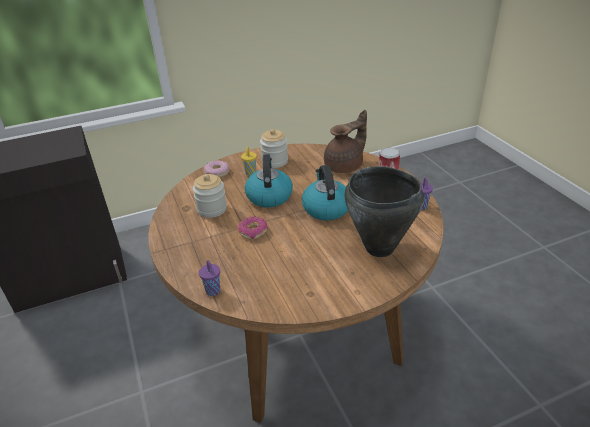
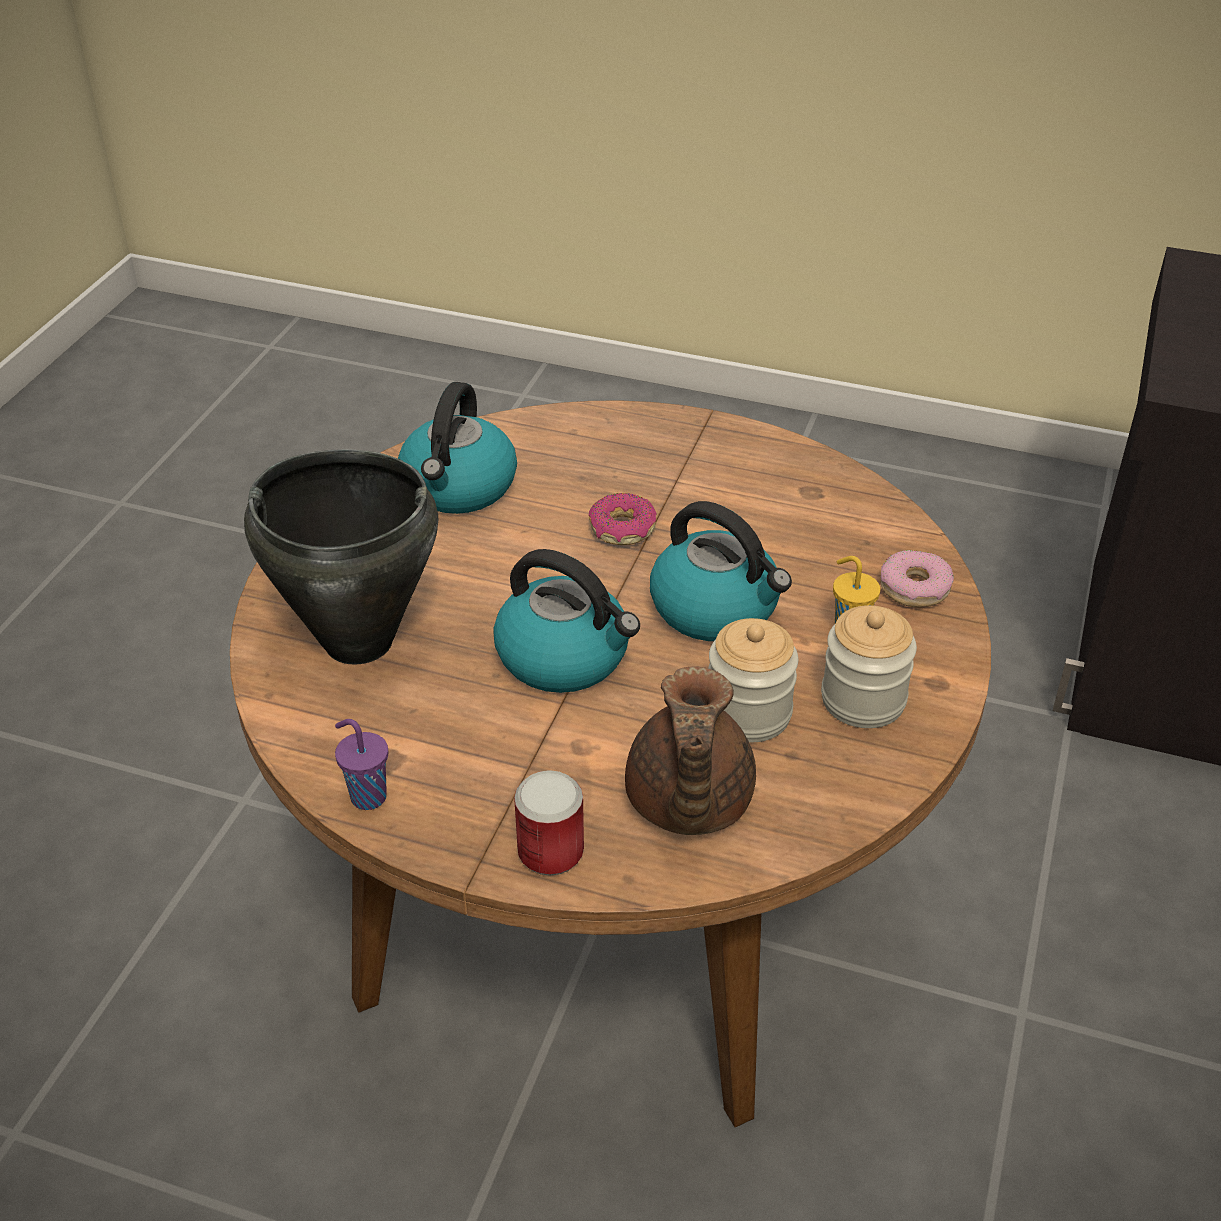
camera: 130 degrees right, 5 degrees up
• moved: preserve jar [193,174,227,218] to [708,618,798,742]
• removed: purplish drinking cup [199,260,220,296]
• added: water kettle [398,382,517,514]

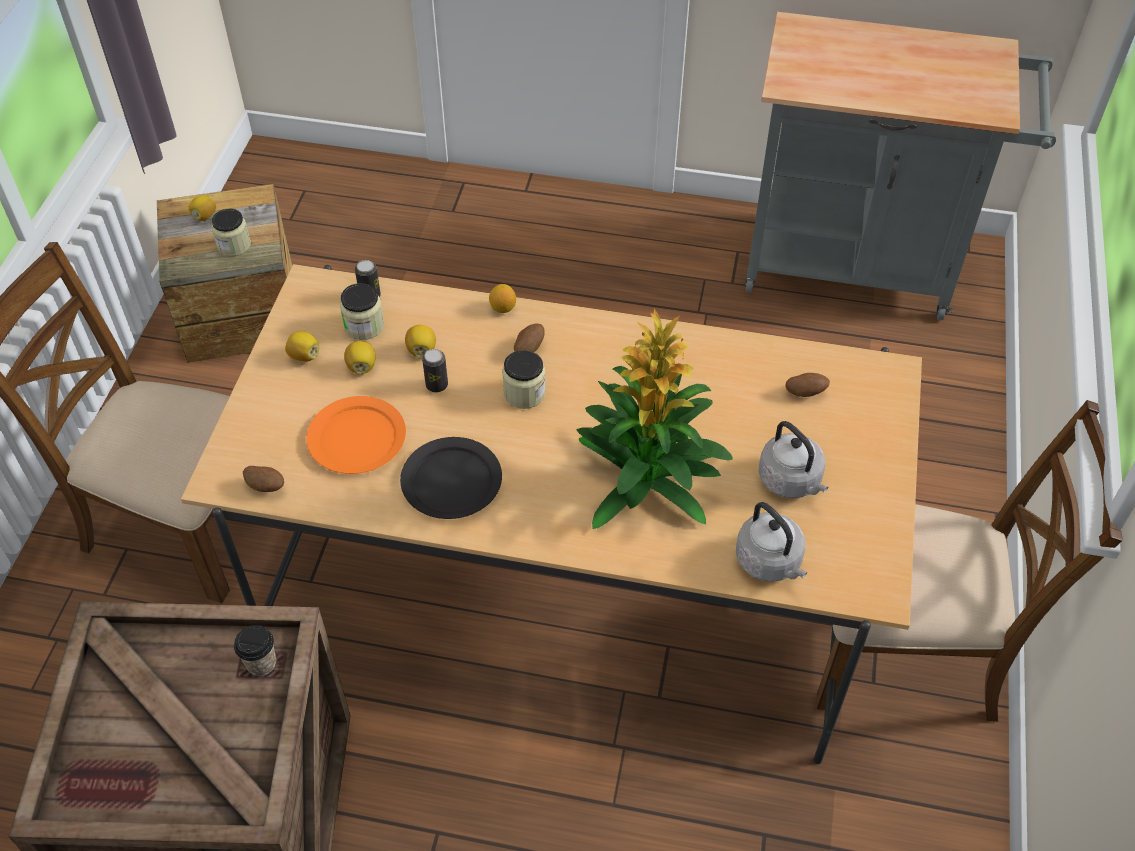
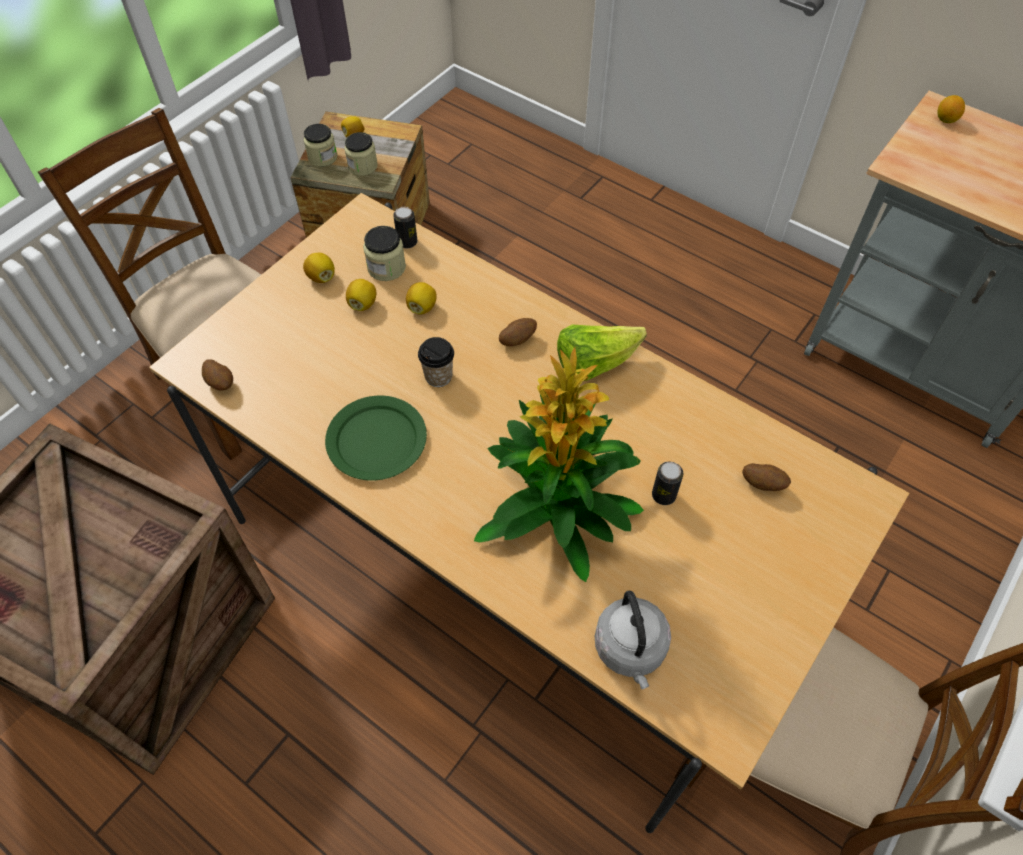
camera: 25 degrees right, 5 degrees up
• moved: citrus fruit [489,284,516,313] to [937,95,965,123]
• moved: sealed can [422,349,448,392] to [652,462,683,505]
• moved: preserve jar [502,350,546,409] to [304,124,337,167]
• removed: orangey flat dish [306,396,406,474]
• removed: grey water kettle [759,421,828,498]
• recoloured: black-coloured flat dish [400,437,502,519] to green flat dish [325,396,427,480]
• moved: drinking cup [234,625,276,676] to [418,337,454,387]
• added: lettuce head [557,325,647,381]

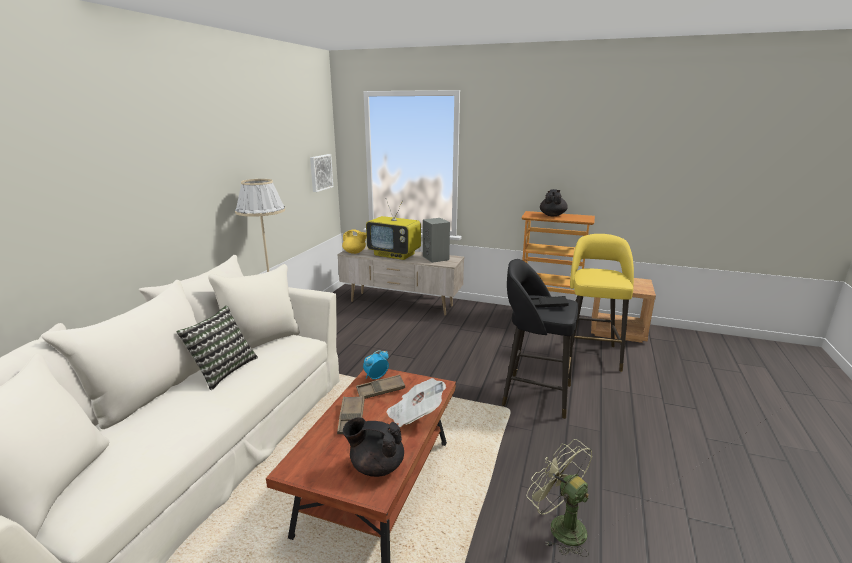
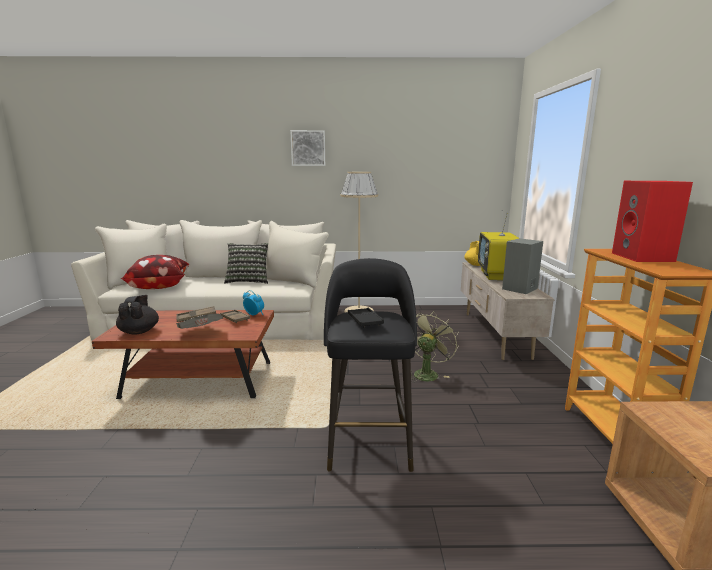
camera: 70 degrees right, 5 degrees down
• moved: wall picture [310,154,333,192] to [290,130,325,166]
• replaced: black-coloured teapot [540,189,568,216] to red-coloured audio speaker [612,181,693,262]
• removed: yellow-coloured sitting stool [570,234,634,372]
• moved: green electric fan [526,439,592,557] to [411,311,459,382]
• added: pillow [120,255,189,289]

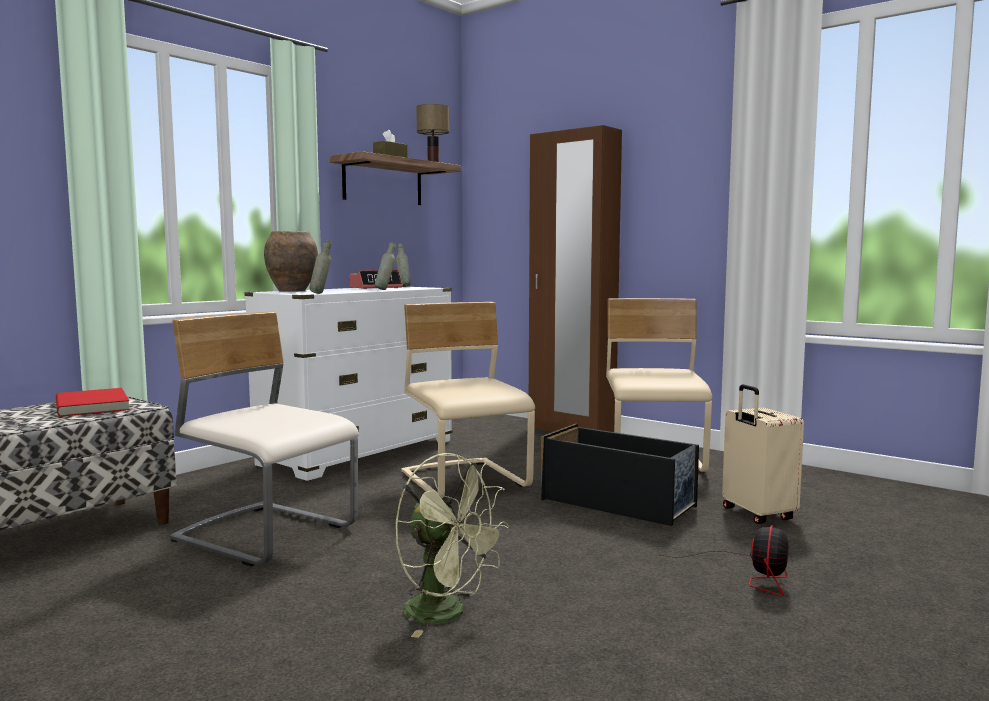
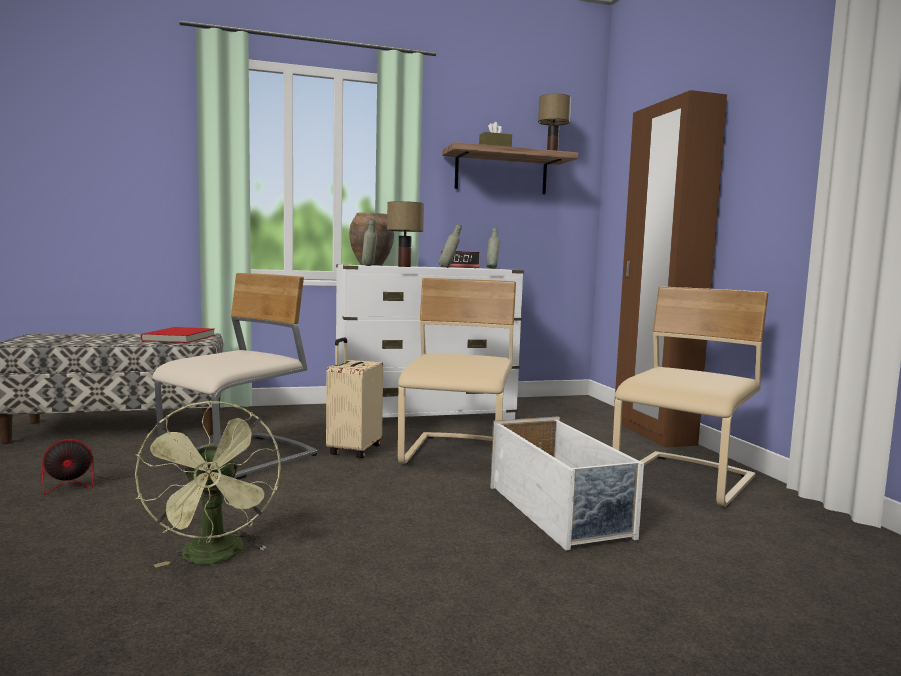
camera: 35 degrees right, 0 degrees up
• turned: beige-coloured upright chair [169,312,359,567] = [152,273,318,480] 60 degrees clockwise
• moved: beige-coloured suitcase [722,384,804,524] to [326,337,383,458]
• recoloured: black-coloured storage bin [541,424,699,526] to white-coloured storage bin [490,417,644,551]
• moved: electric fan [661,525,788,596] to [41,439,134,495]
• added: tabletop lamp [387,201,424,267]

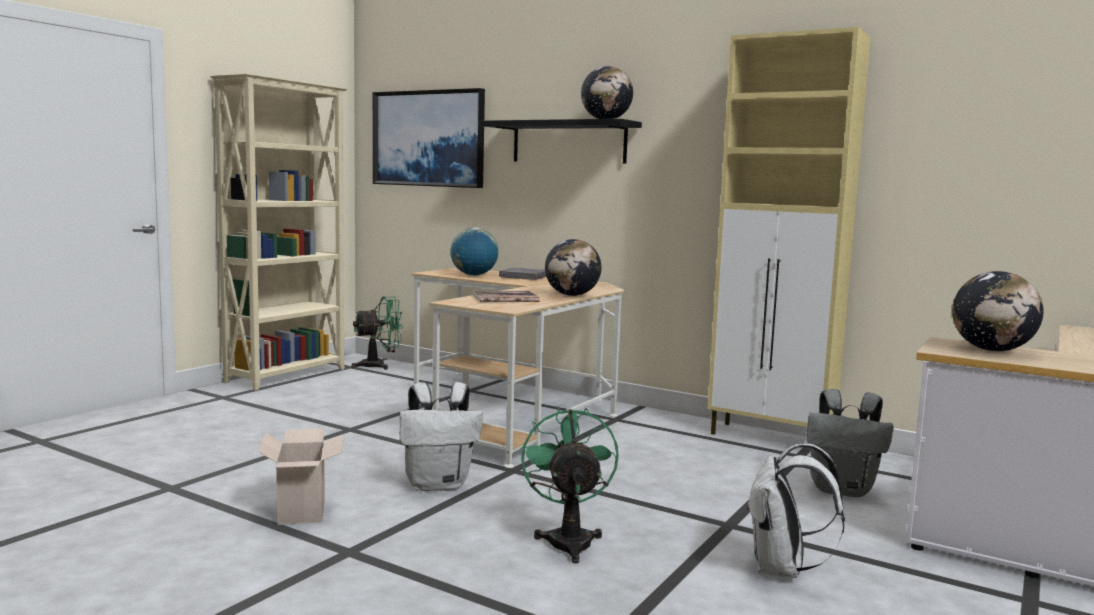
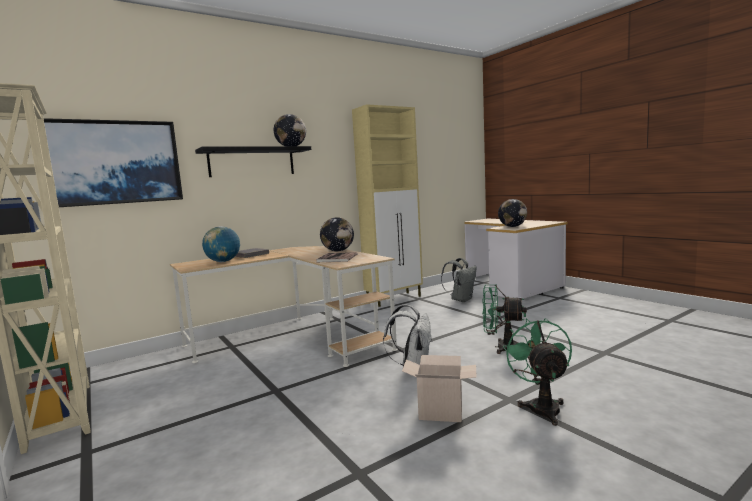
camera: 65 degrees left, 0 degrees up
• moved: green electric fan [351,296,403,370] to [503,318,572,426]
• removed: white-coloured rucksack [746,444,845,578]

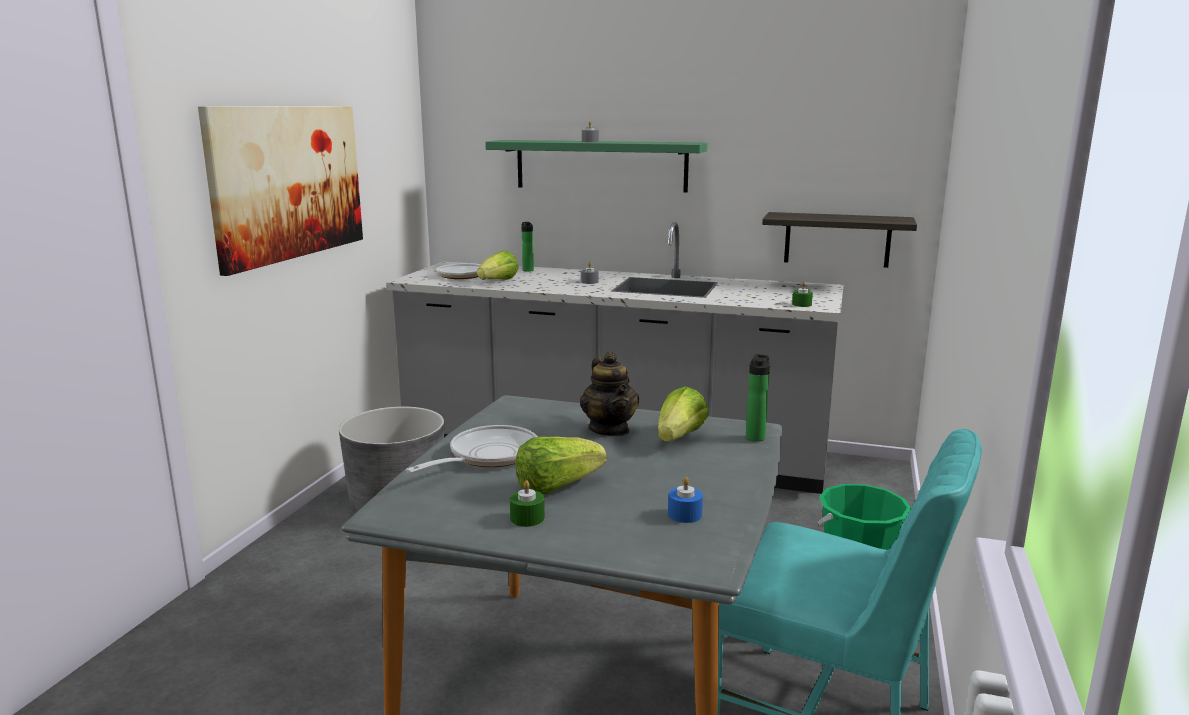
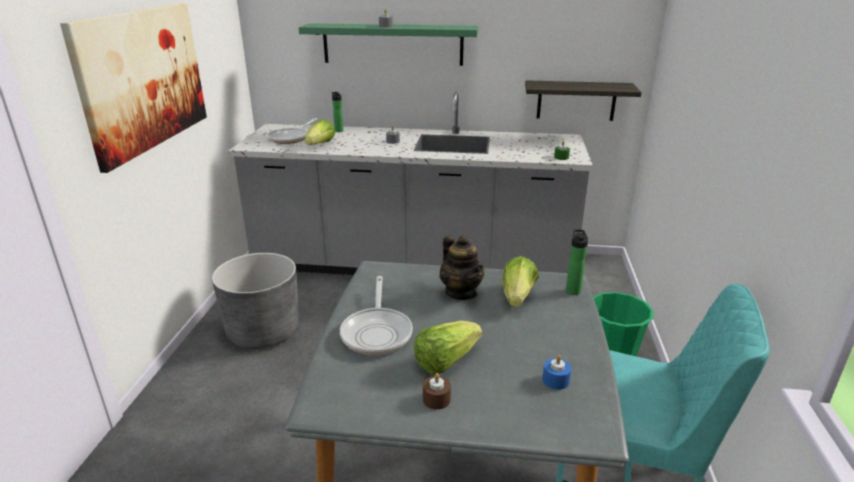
camera: 10 degrees left, 10 degrees up
• turned: pan [406,425,538,473] = [340,276,413,355] 150 degrees clockwise
• recoloured: green wax light [510,480,545,527] to brown wax light [423,373,451,410]

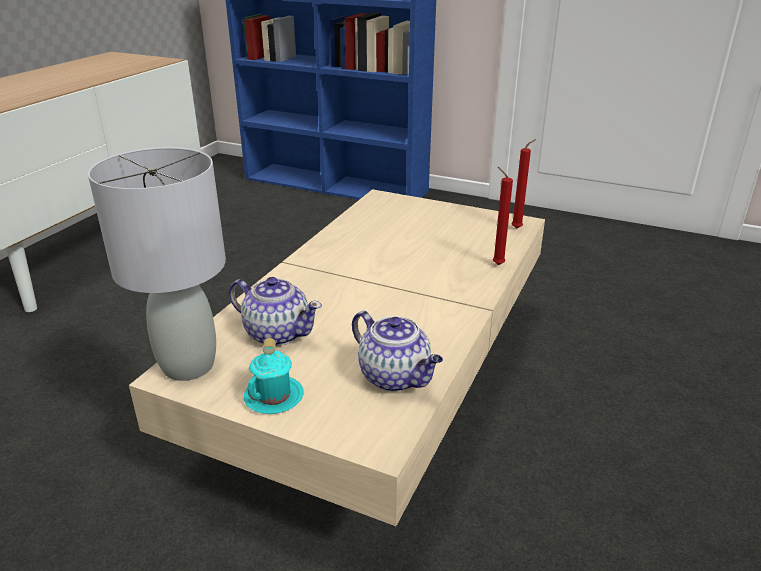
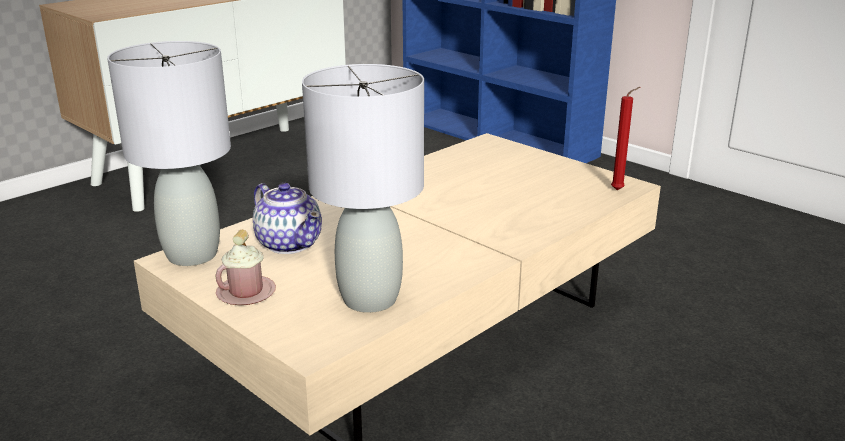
camera: 20 degrees right, 5 degrees down
• removed: red-coloured wax light [493,167,513,265]
• replaced: teapot [352,311,443,392] to grey tabletop lamp [302,64,424,313]
• recoloured: turquoise-coloured tea mug [244,338,304,414] to pink-coloured tea mug [215,230,276,305]

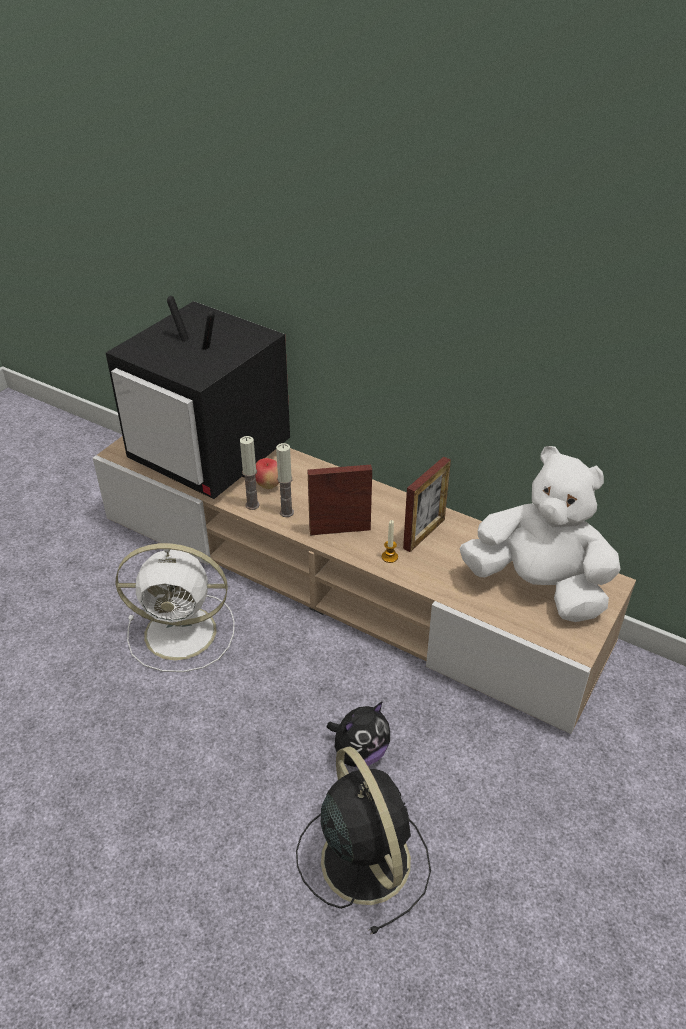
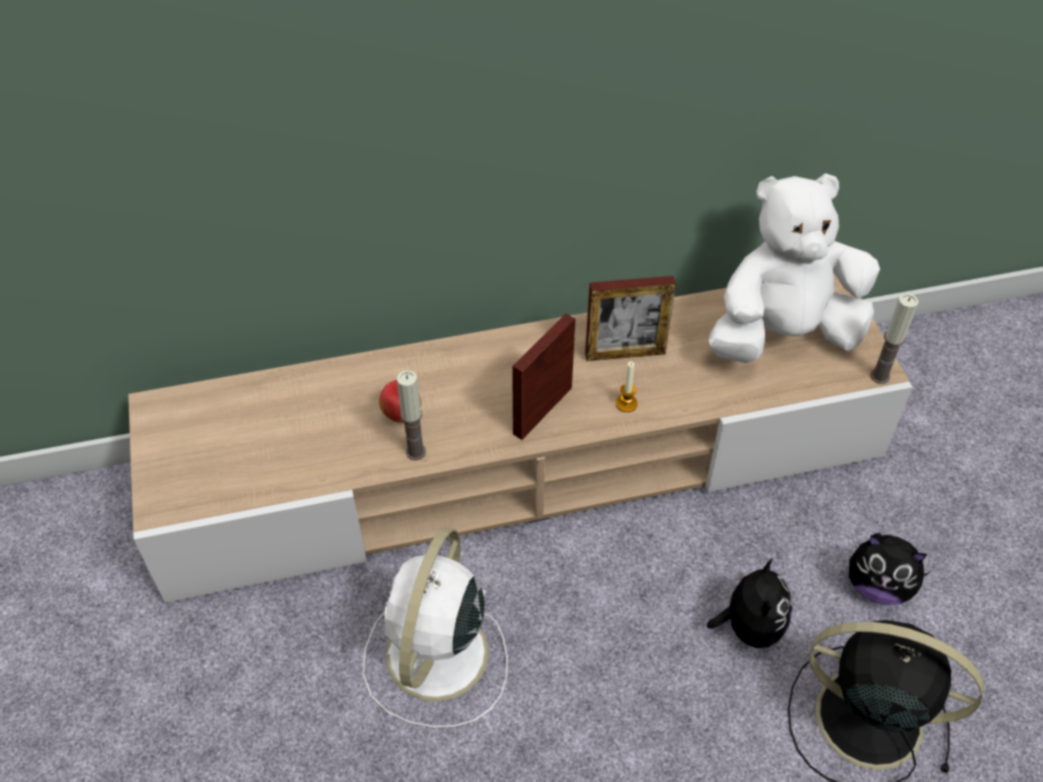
camera: 45 degrees left, 10 degrees up
• removed: TV set [106,296,290,499]
• moved: wax light [276,443,294,517] to [870,293,919,384]
• turned: picture frame [403,457,451,552] = [585,276,676,361] 90 degrees clockwise
• turned: white-coloured electric fan [116,543,235,672] = [363,528,508,728] 150 degrees clockwise
• added: plush toy [849,533,931,605]

